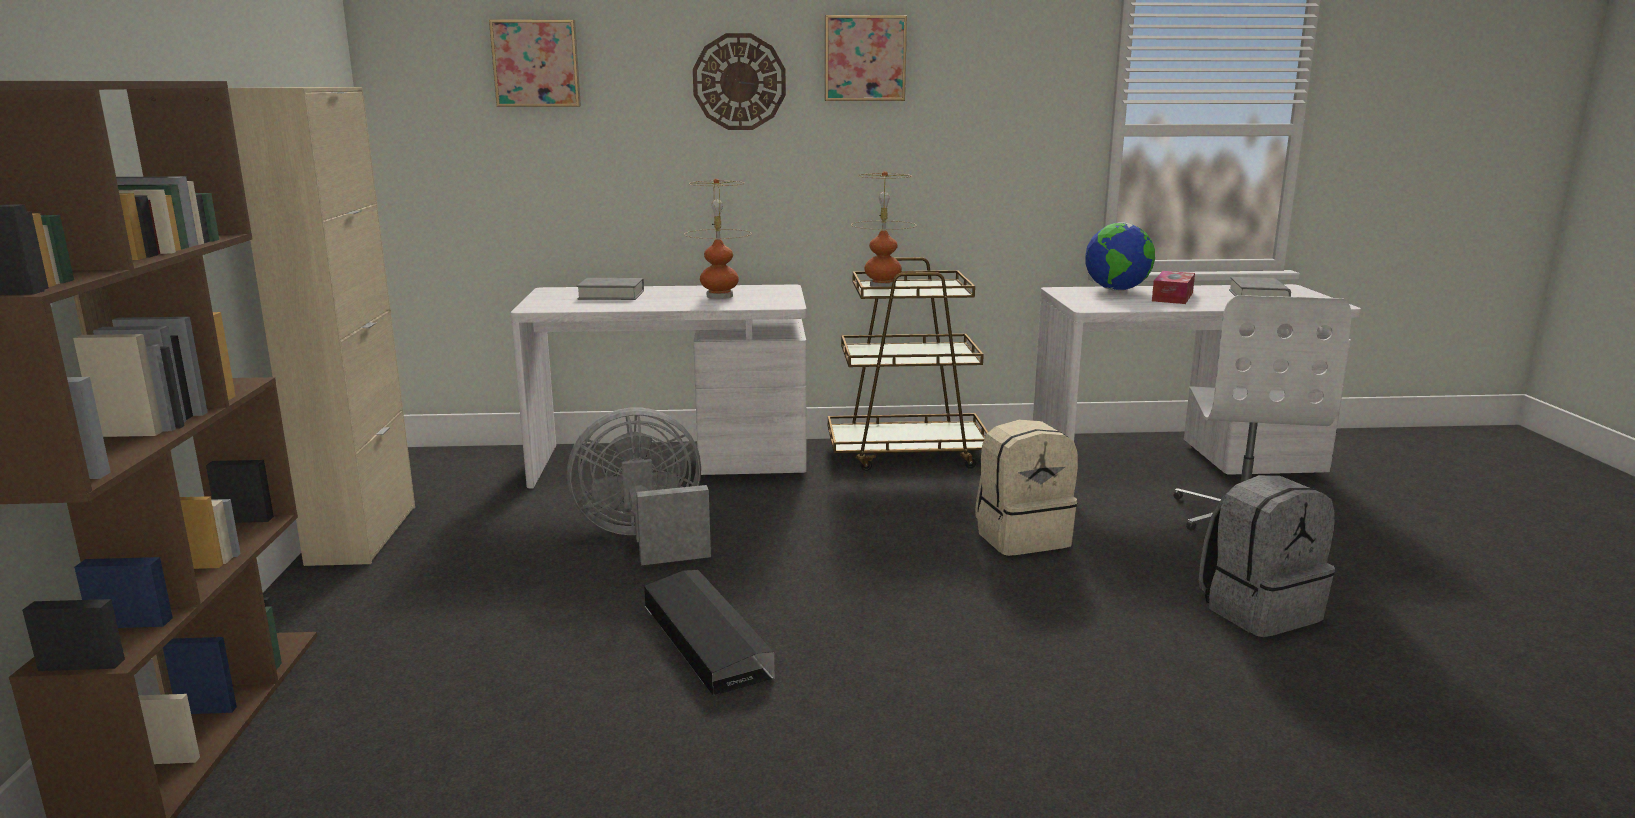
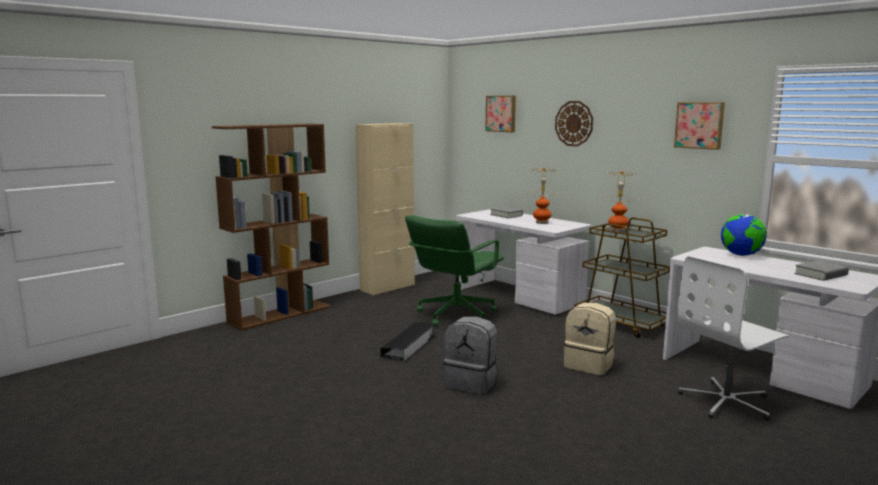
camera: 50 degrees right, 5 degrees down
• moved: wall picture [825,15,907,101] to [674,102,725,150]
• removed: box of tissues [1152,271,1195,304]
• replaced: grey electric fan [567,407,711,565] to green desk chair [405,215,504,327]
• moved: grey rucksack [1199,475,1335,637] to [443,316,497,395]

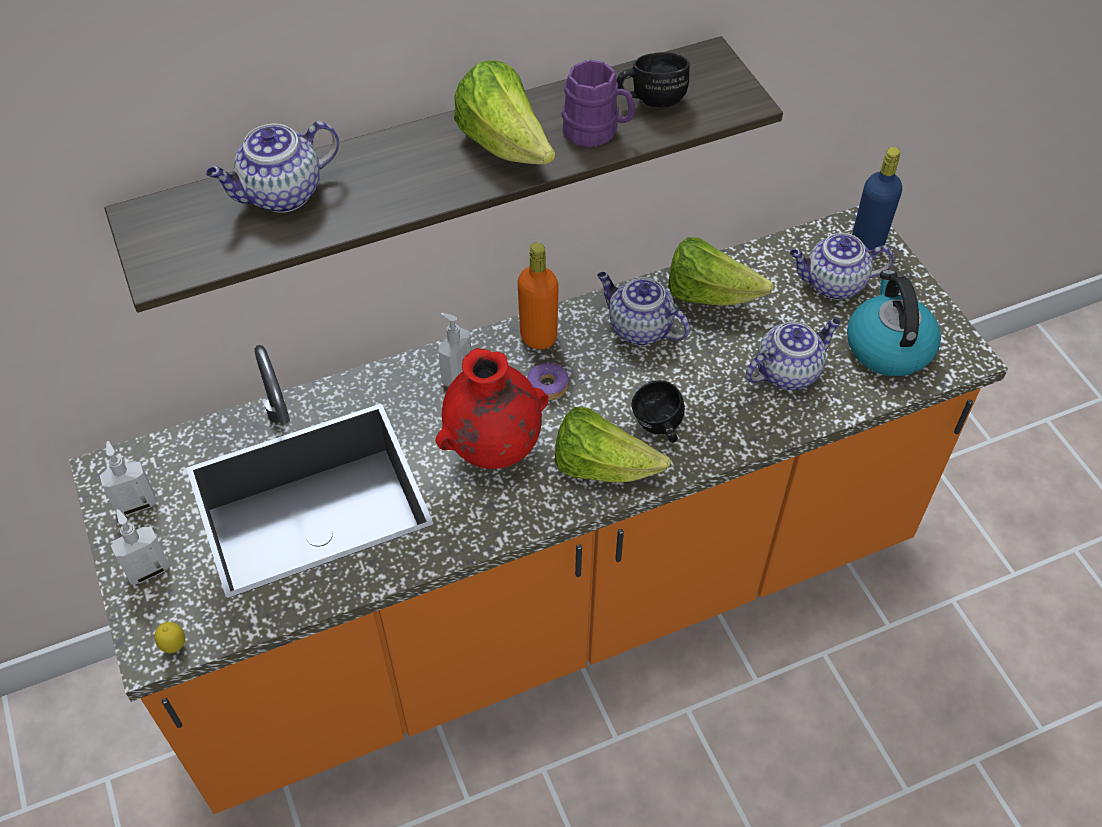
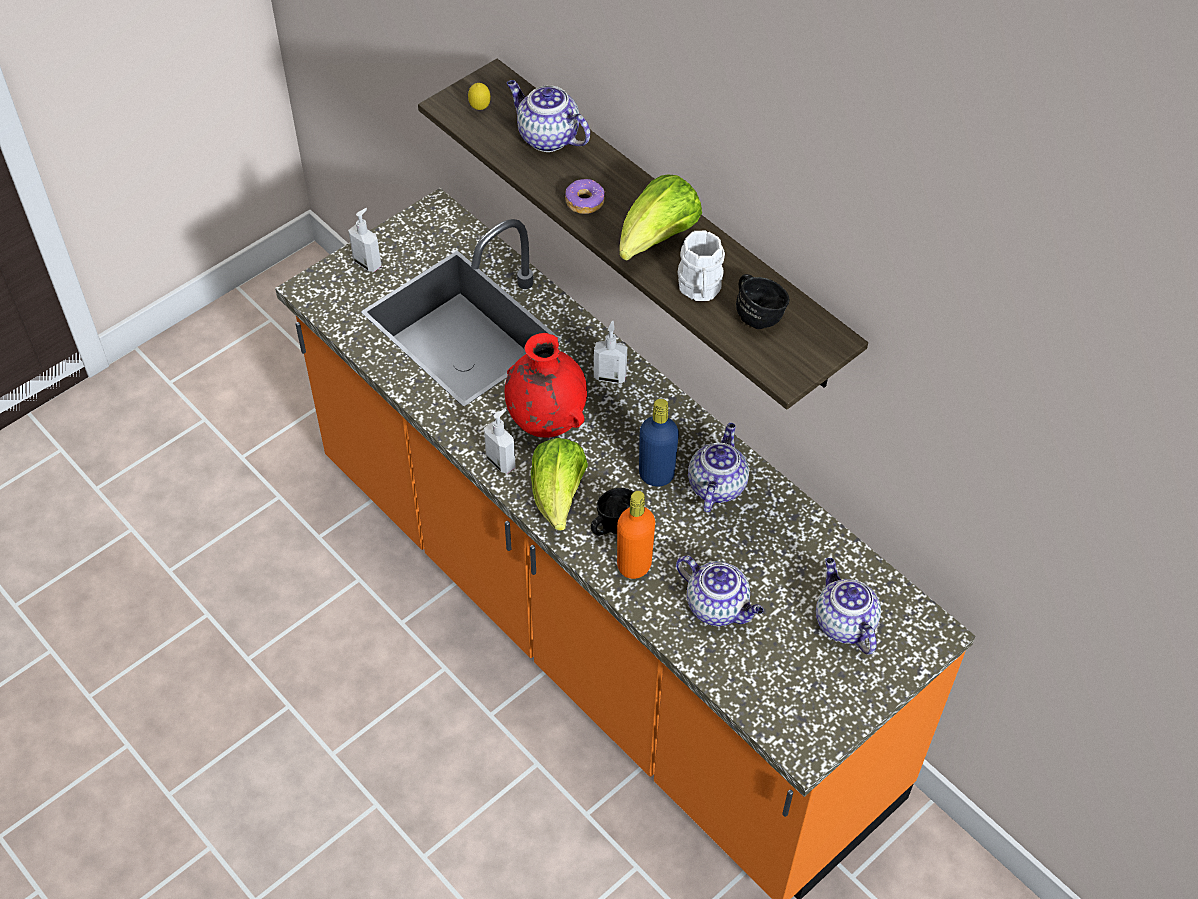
camera: 70 degrees right, 0 degrees up
• recoloured: purplish tea mug [561,60,635,148] to white-coloured tea mug [677,231,725,301]
• moved: blue-coloured drink bottle [852,147,902,250] to [639,399,679,486]
• removed: lettuce head [668,237,774,306]
• moved: orangey drink bottle [517,243,559,349] to [617,491,655,579]
• removed: water kettle [847,270,941,376]
• moved: donut [527,362,569,401] to [565,179,605,214]
• moved: liquid soap bottle [100,441,157,516] to [484,409,516,474]
• moved: citrus fruit [155,622,185,653] to [468,83,491,110]

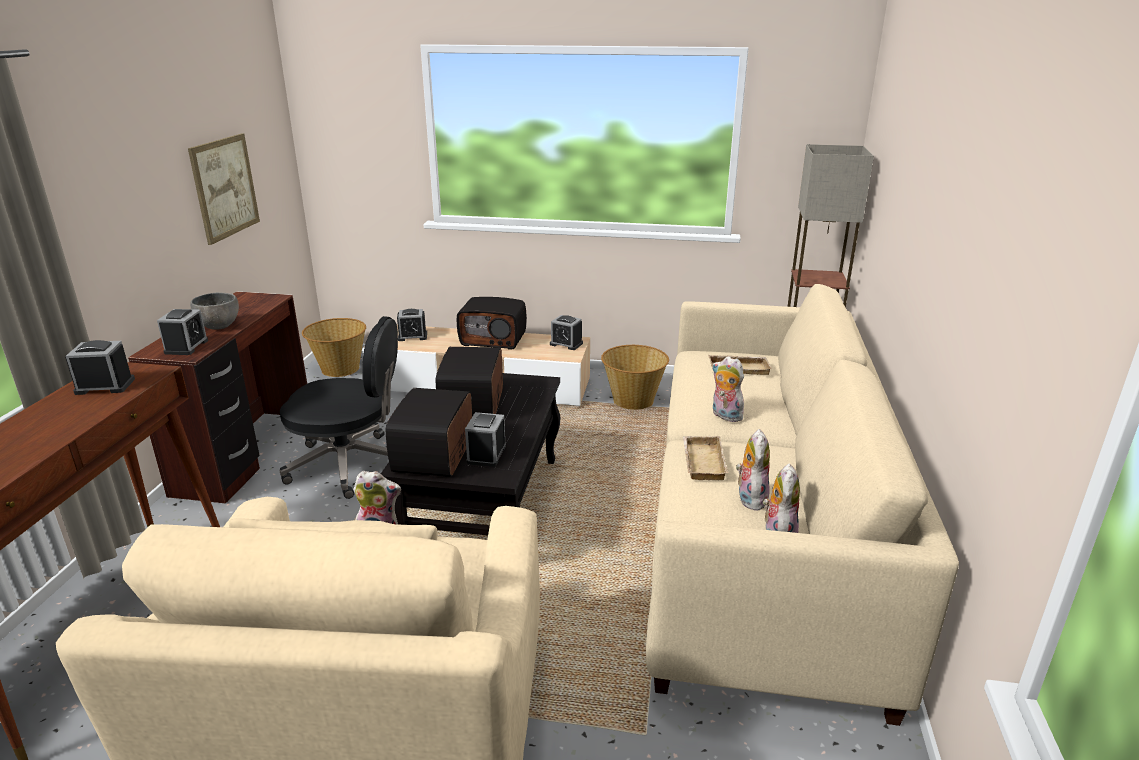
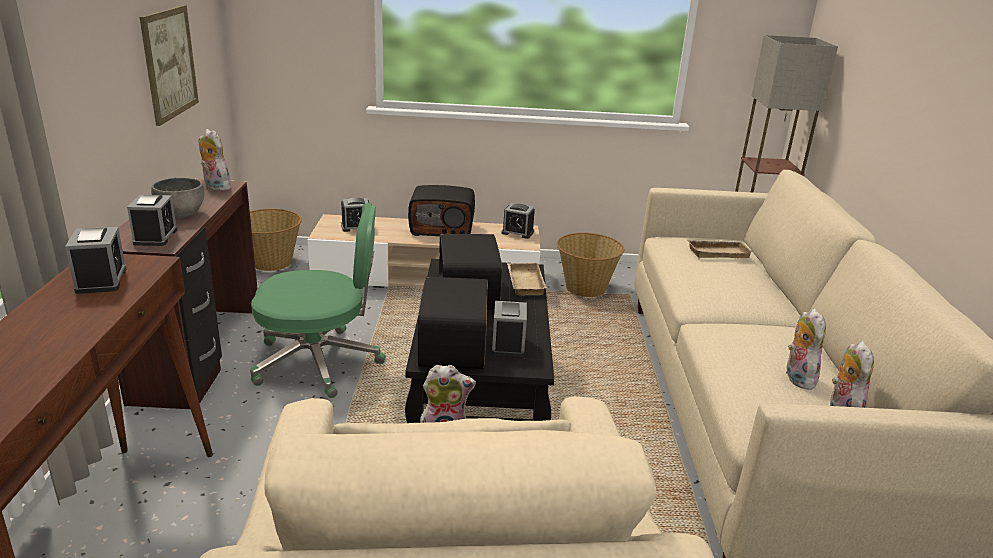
camera: 10 degrees left, 0 degrees up
• recoloured: black-coloured desk chair [280,316,398,499] to green desk chair [250,203,386,398]
• turned: bedside clock [65,340,135,395] = [65,227,127,294] 90 degrees clockwise
• moved: plush toy [712,356,744,422] to [199,129,231,191]
• moved: beige-coloured serving tray [683,436,729,480] to [507,263,547,296]

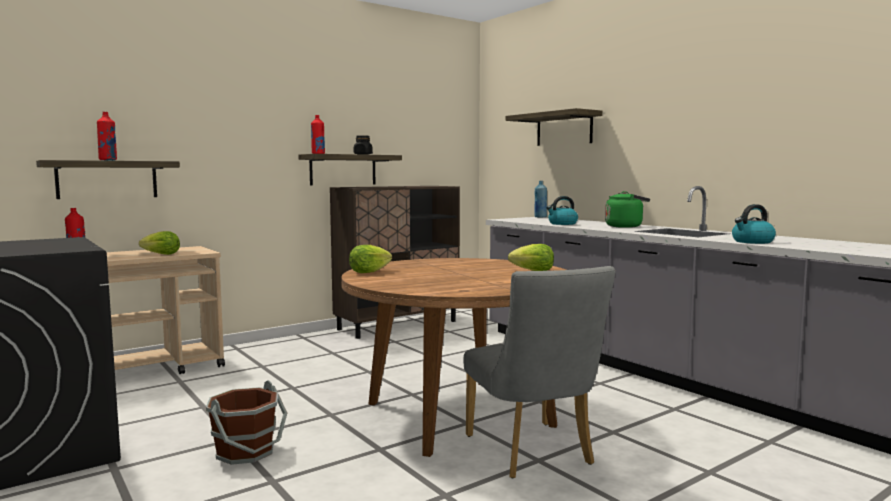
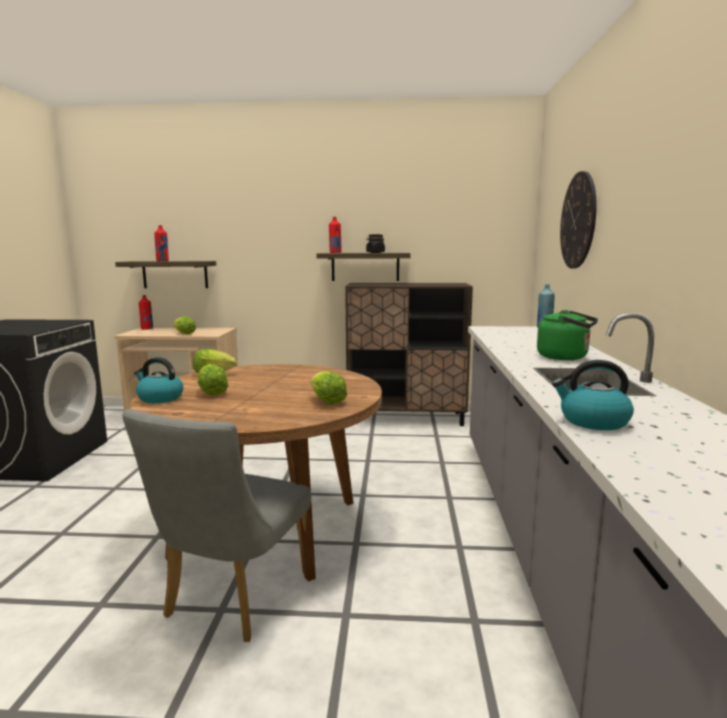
camera: 40 degrees right, 5 degrees up
• replaced: wall shelf [505,108,602,146] to hanging clock [560,171,597,269]
• moved: water kettle [547,196,578,225] to [134,357,183,403]
• removed: brown bucket [206,380,287,465]
• added: lettuce head [198,364,229,395]

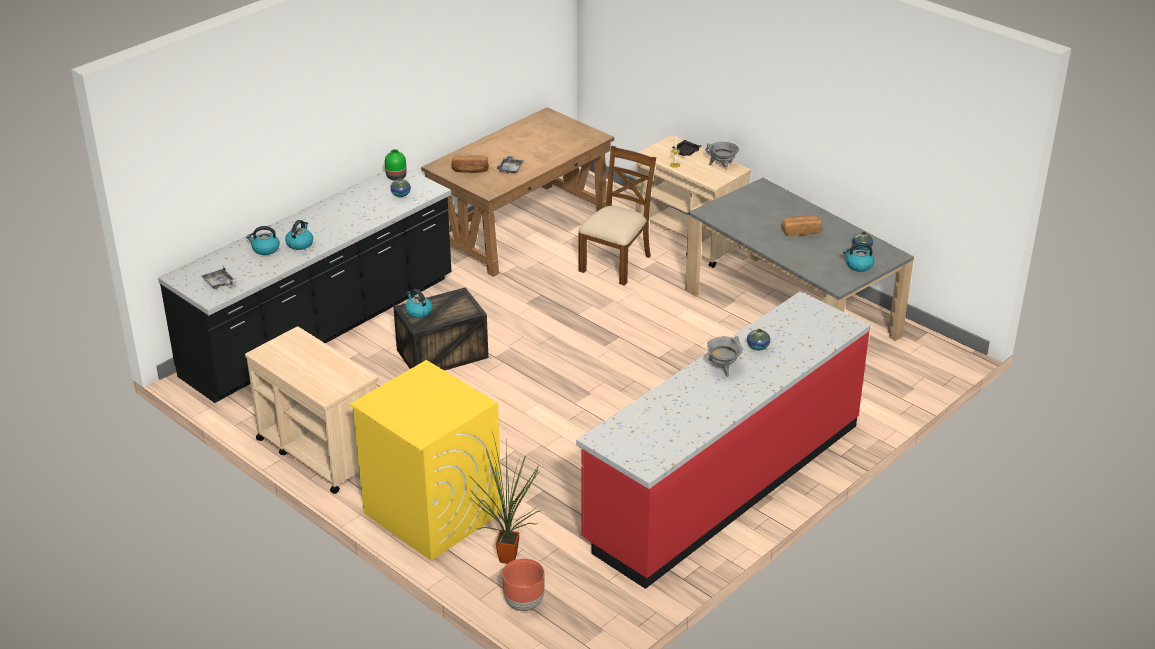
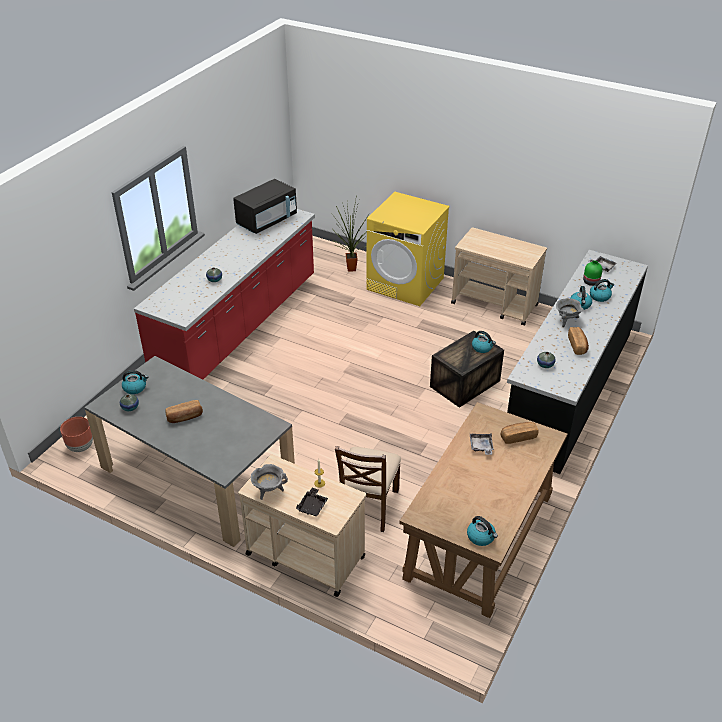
camera: 165 degrees right, 5 degrees up
• moved: green flower vase [385,149,407,180] to [583,261,603,286]
• moved: grey cooking pot [707,336,743,377] to [556,298,584,327]
• moved: brown plant pot [502,558,545,611] to [60,417,93,452]
• added: black-coloured microwave [233,179,297,234]
• added: bakery bread [568,327,589,355]
• added: water kettle [467,516,498,546]

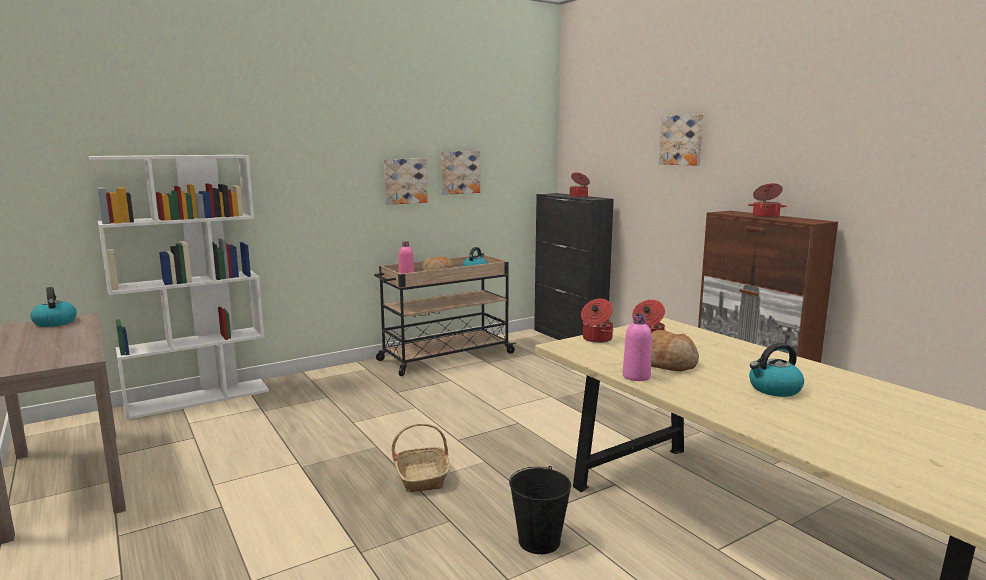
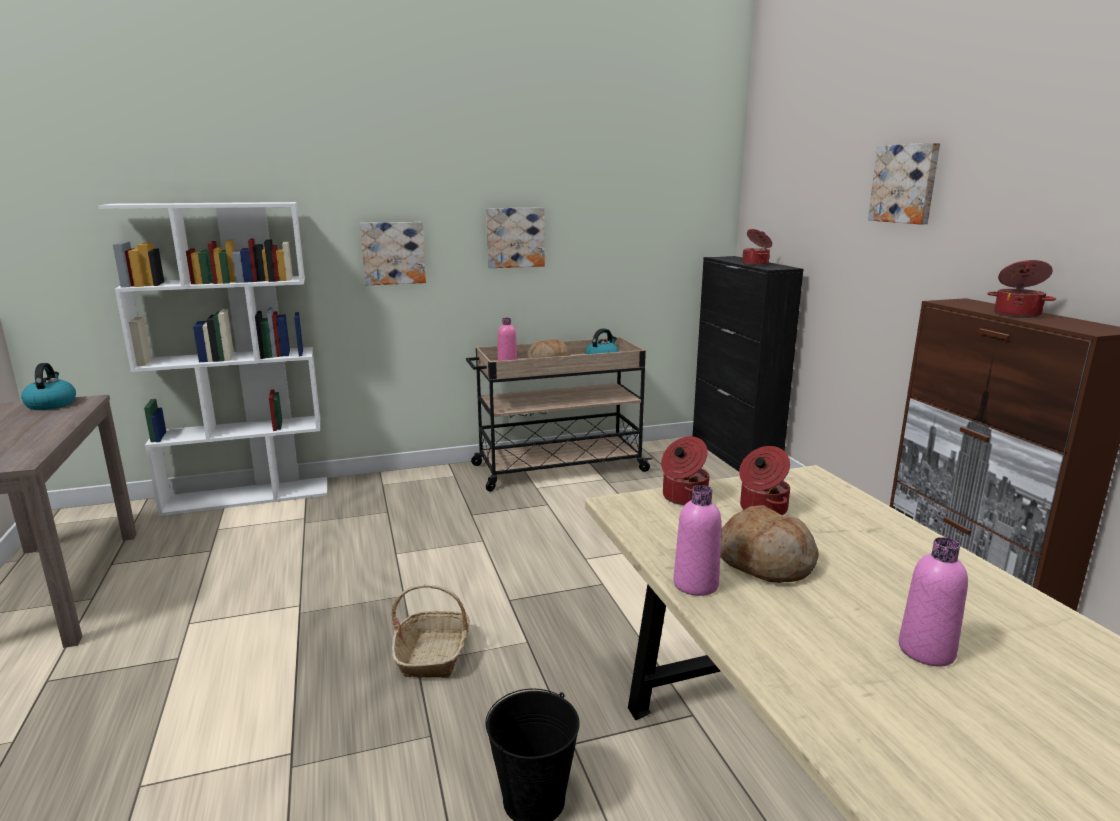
camera: 15 degrees right, 5 degrees up
• moved: wall picture [441,151,480,195] to [360,222,426,285]
• replaced: water kettle [749,343,804,397] to pink-coloured drink bottle [899,537,968,666]

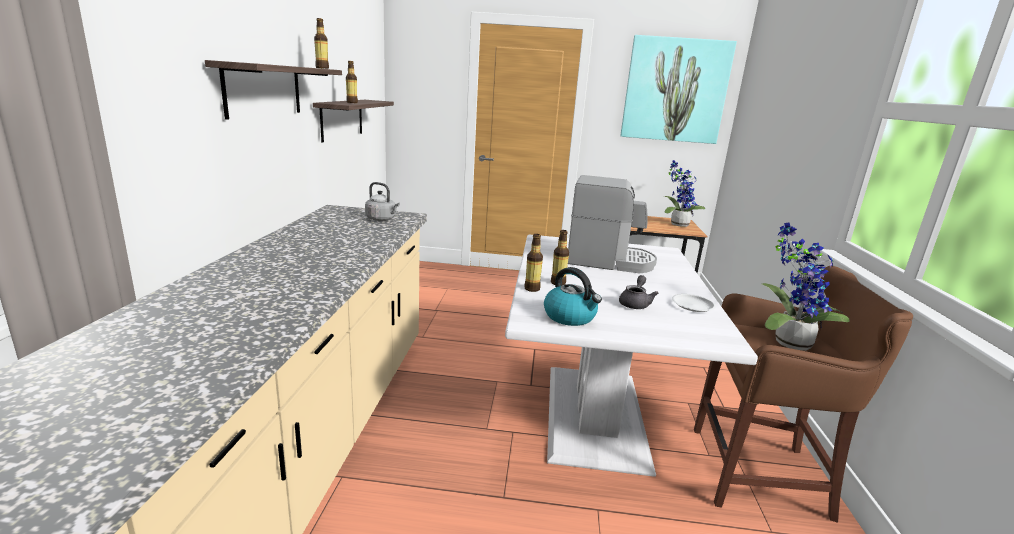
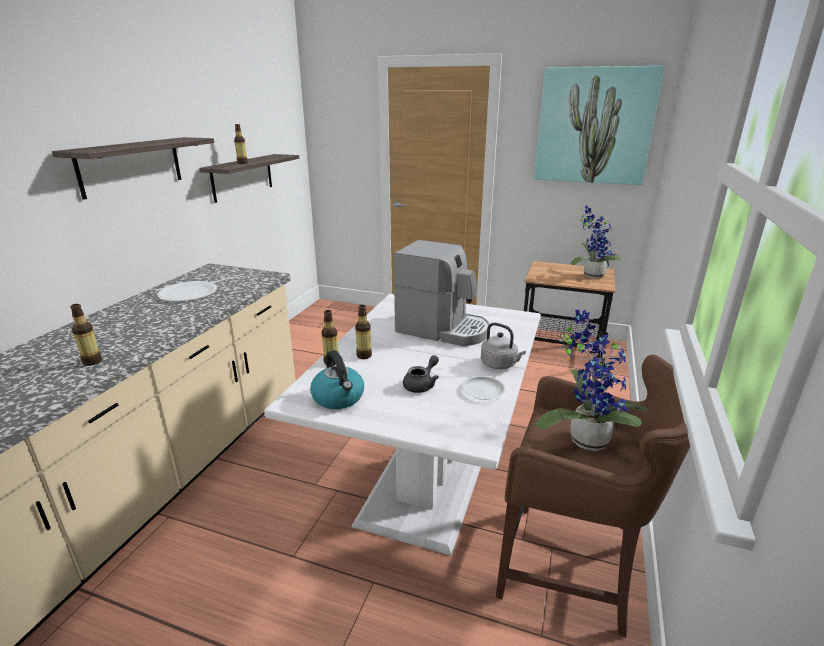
camera: 15 degrees right, 5 degrees up
• moved: drink bottle [314,18,329,69] to [70,304,102,366]
• moved: grey water kettle [365,182,400,221] to [481,323,526,369]
• added: white-coloured flat dish [157,281,217,302]

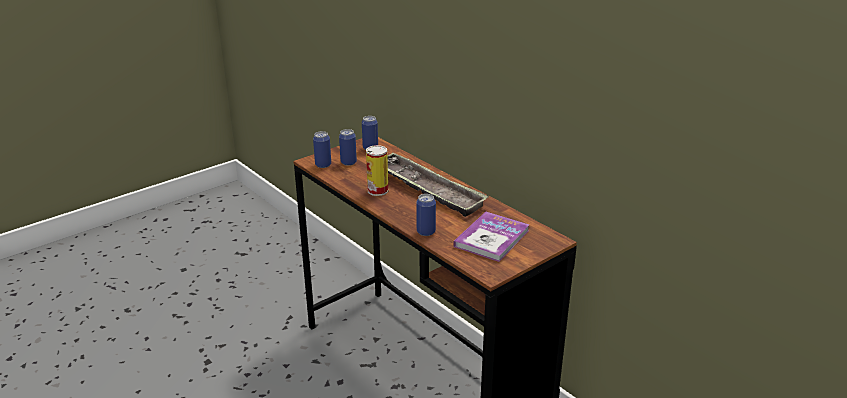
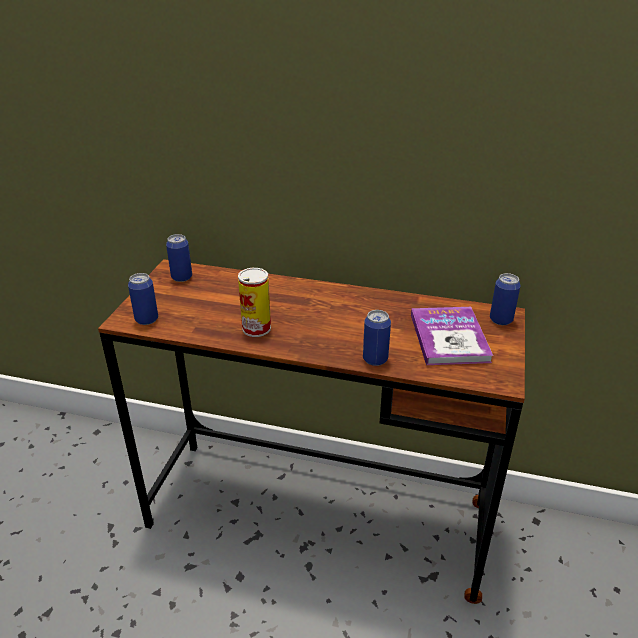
camera: 35 degrees left, 5 degrees up
• moved: sealed can [339,129,357,166] to [490,273,521,325]
• removed: serving tray [388,153,489,217]

